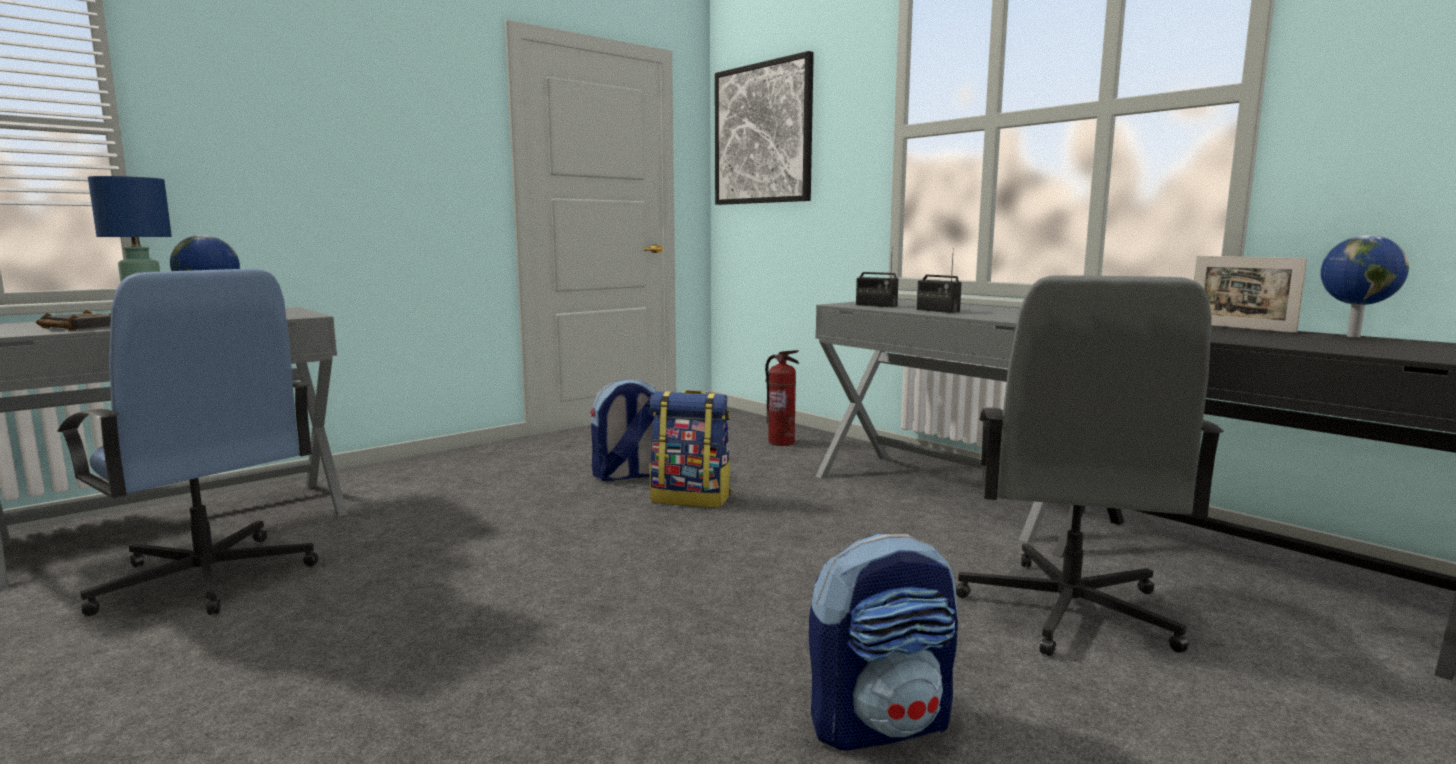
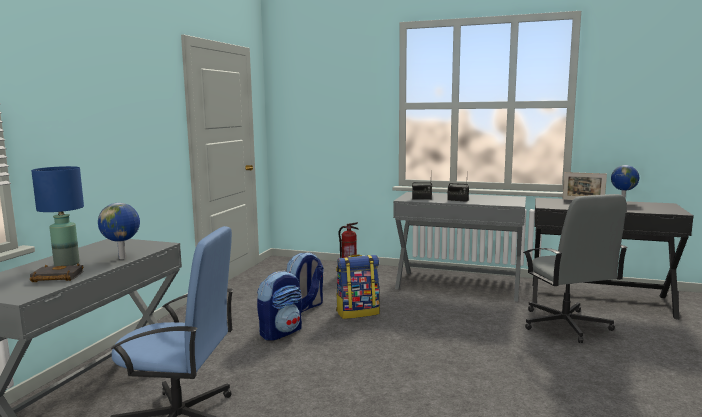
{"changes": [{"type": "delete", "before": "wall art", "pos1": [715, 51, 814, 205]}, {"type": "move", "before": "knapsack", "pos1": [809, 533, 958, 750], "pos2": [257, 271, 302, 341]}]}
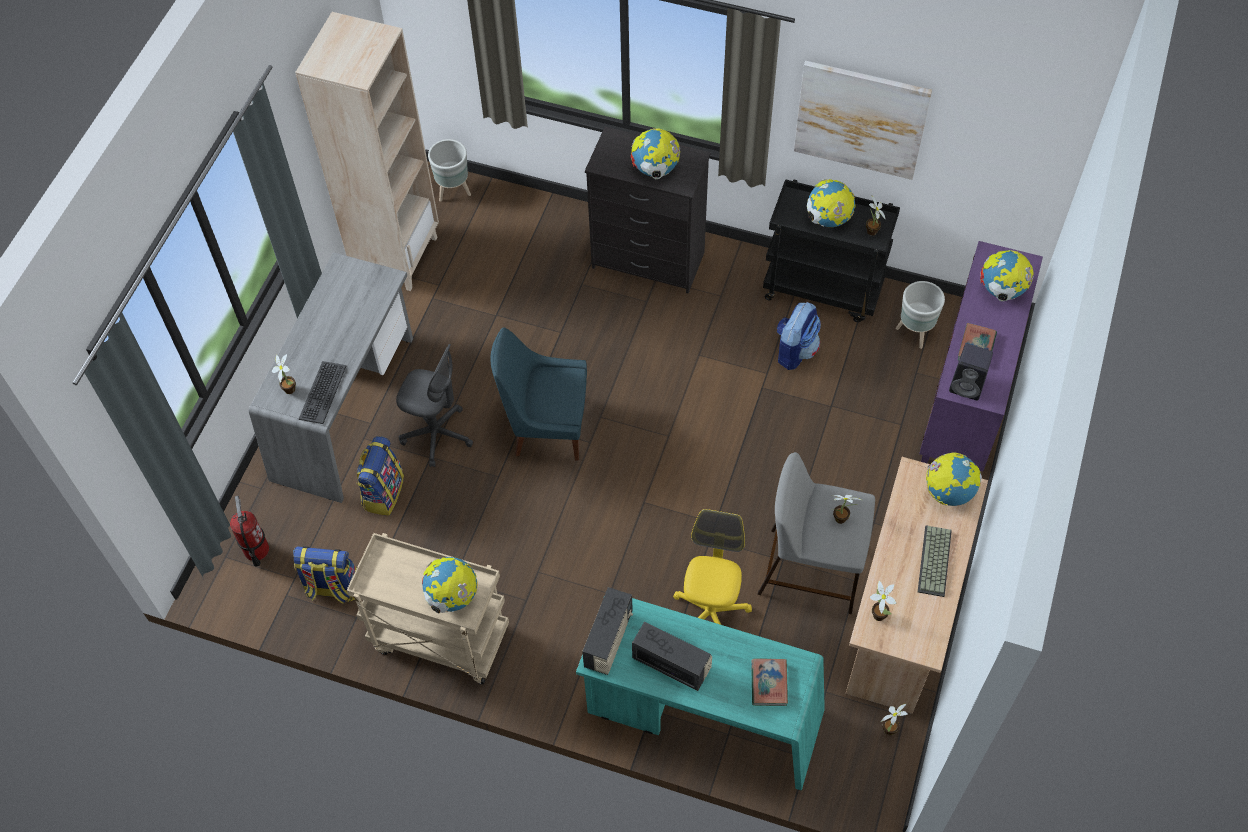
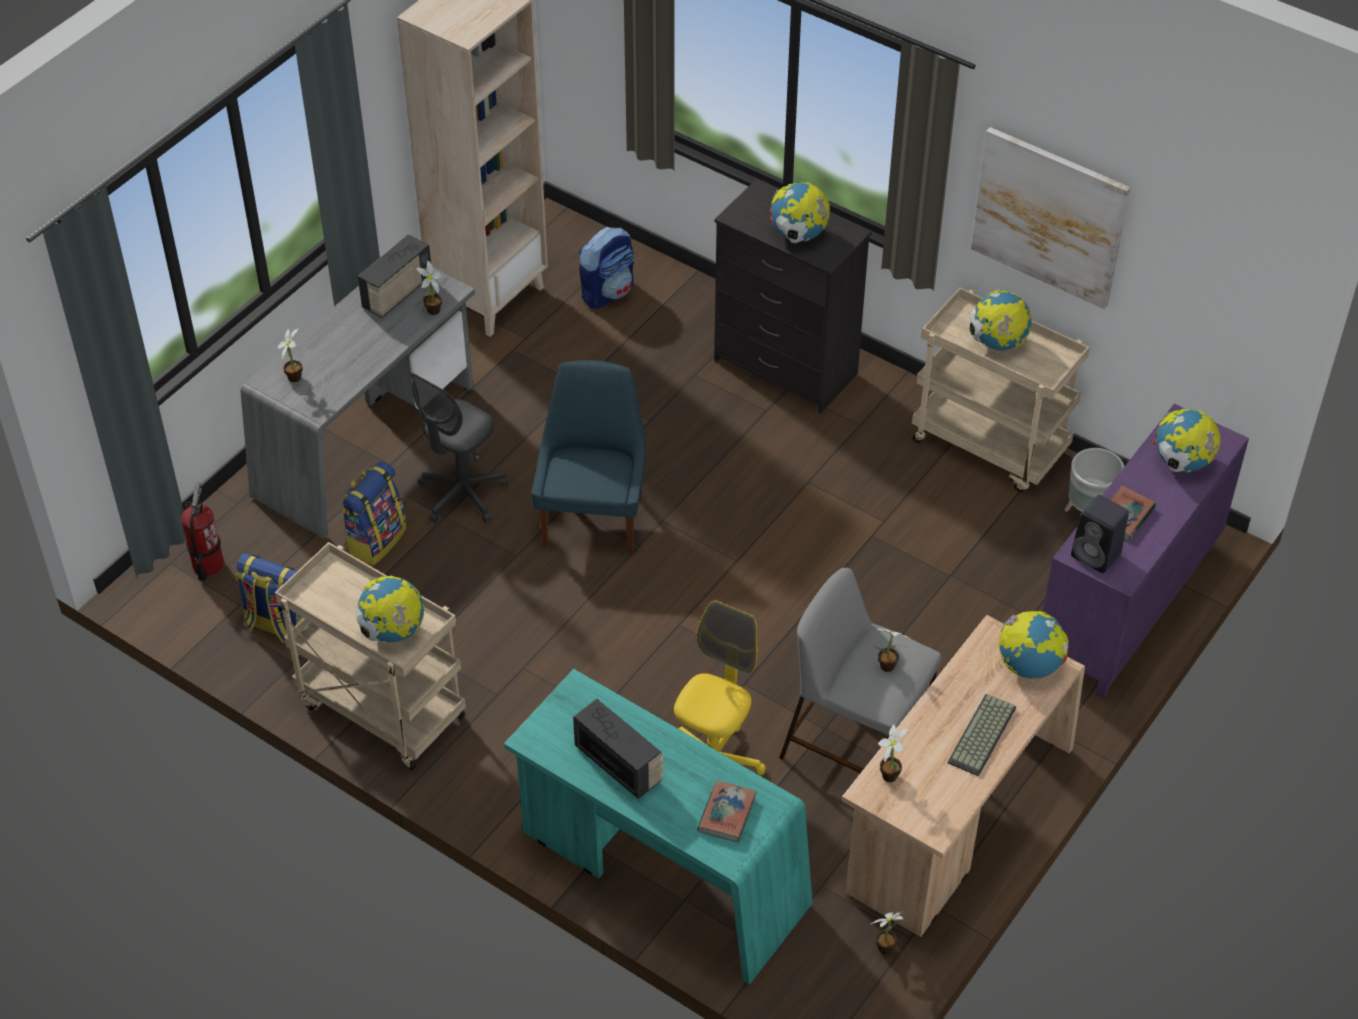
{"changes": [{"type": "delete", "before": "computer keyboard", "pos1": [299, 361, 346, 424]}, {"type": "rotate", "before": "grey desk chair", "pos1": [396, 344, 473, 467], "pos2": [410, 372, 508, 523], "turn": 90}, {"type": "delete", "before": "grey planter", "pos1": [428, 139, 471, 202]}, {"type": "rotate", "before": "blue upright chair", "pos1": [490, 328, 587, 461], "pos2": [531, 360, 646, 554], "turn": 75}, {"type": "move", "before": "radio", "pos1": [582, 587, 633, 675], "pos2": [358, 234, 431, 318]}, {"type": "recolor", "before": "blackish wheeled cart", "after": "beige wheeled cart", "pos1": [763, 179, 900, 323], "pos2": [912, 288, 1090, 492]}, {"type": "move", "before": "knapsack", "pos1": [776, 302, 821, 370], "pos2": [579, 227, 634, 308]}, {"type": "move", "before": "plant in a pot", "pos1": [866, 195, 886, 236], "pos2": [416, 261, 443, 315]}]}
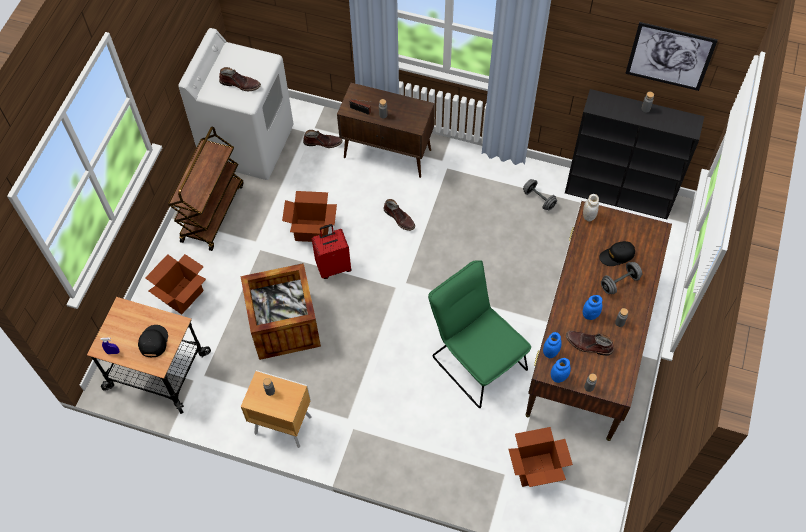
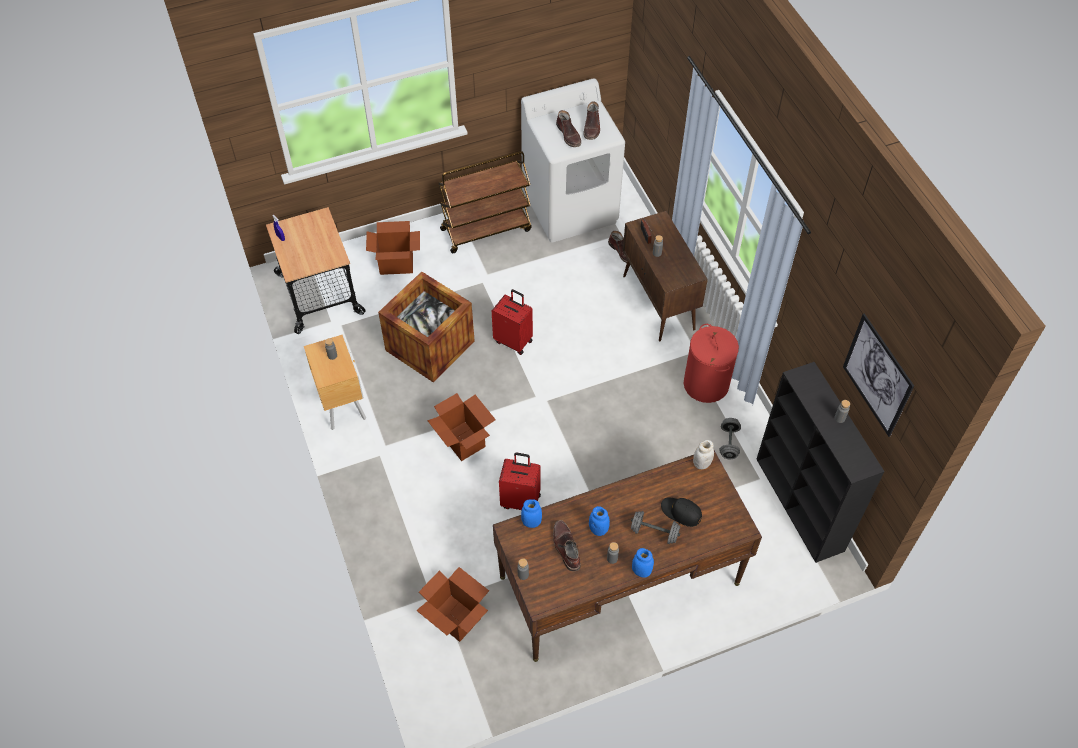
{"changes": [{"type": "delete", "before": "blackish baseball cap", "pos1": [138, 325, 168, 357]}, {"type": "move", "before": "packing box", "pos1": [282, 191, 337, 242], "pos2": [427, 393, 496, 461]}, {"type": "move", "before": "brown-coloured boot", "pos1": [383, 199, 415, 231], "pos2": [583, 101, 600, 140]}, {"type": "replace", "before": "green upright chair", "after": "red-coloured suitcase", "pos1": [428, 260, 531, 408], "pos2": [499, 453, 541, 510]}, {"type": "move", "before": "blue storage jar", "pos1": [551, 358, 571, 383], "pos2": [632, 548, 654, 578]}, {"type": "insert", "after": "red-coloured washing basket", "pos2": [684, 324, 739, 403]}]}
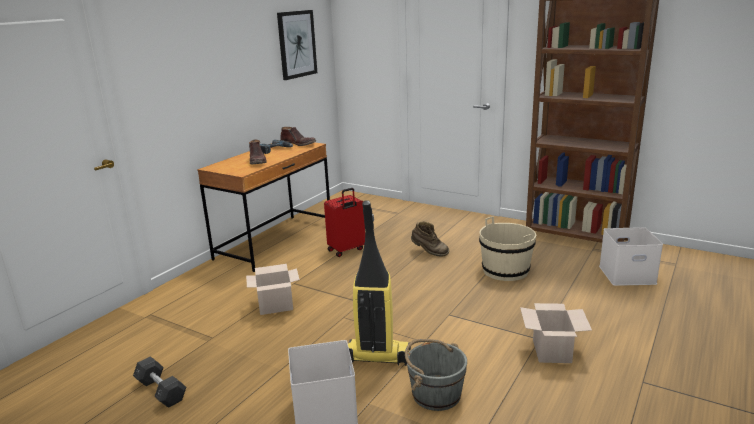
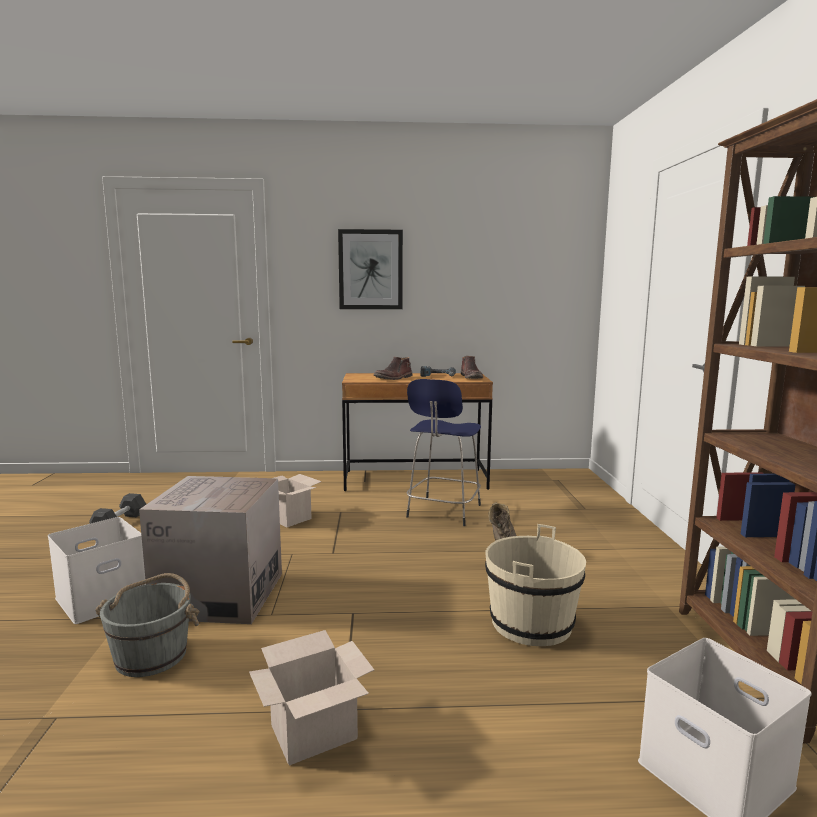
{"changes": [{"type": "move", "before": "wall art", "pos1": [277, 10, 317, 80], "pos2": [338, 229, 403, 309]}, {"type": "replace", "before": "red-coloured suitcase", "after": "blue sitting stool", "pos1": [324, 188, 365, 257], "pos2": [406, 379, 481, 526]}, {"type": "replace", "before": "hoover", "after": "packing box", "pos1": [348, 200, 411, 366], "pos2": [139, 476, 282, 624]}]}
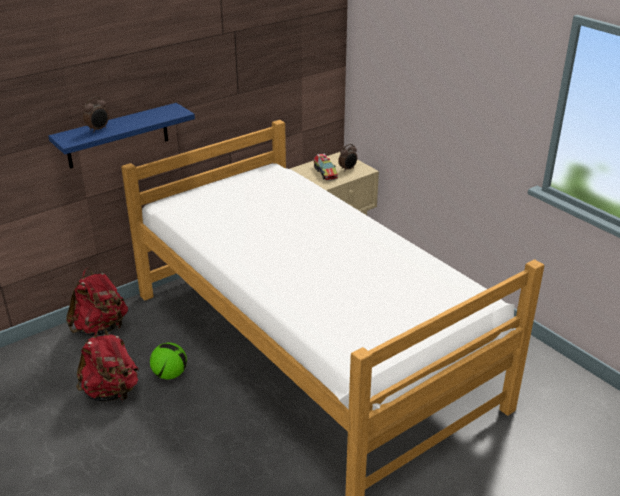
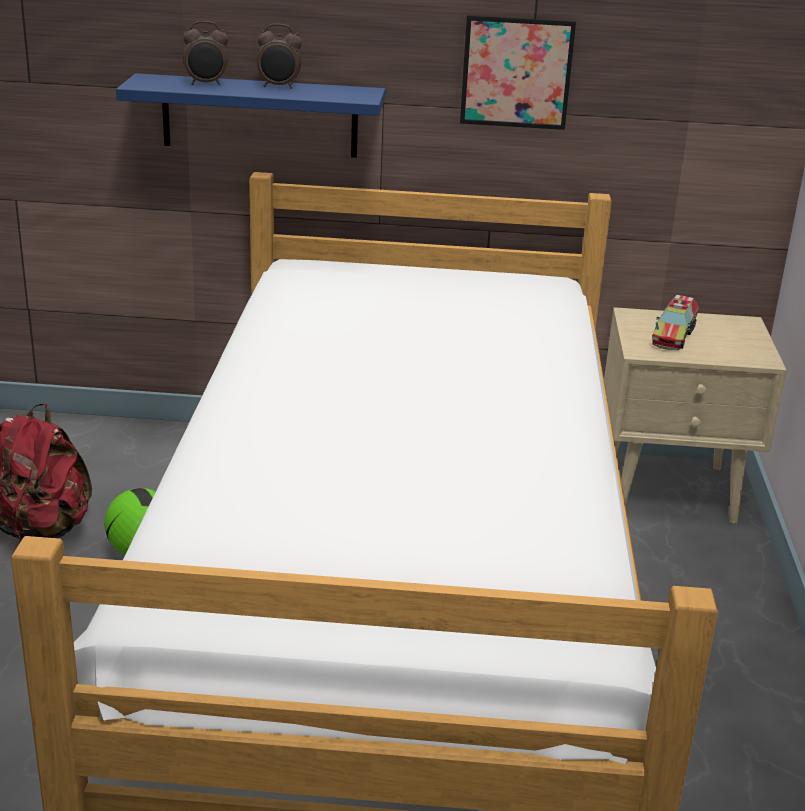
{"changes": [{"type": "delete", "before": "red-coloured knapsack", "pos1": [66, 268, 128, 336]}, {"type": "move", "before": "alarm clock", "pos1": [338, 144, 357, 172], "pos2": [257, 24, 302, 89]}, {"type": "insert", "after": "wall art", "pos2": [460, 15, 576, 130]}]}
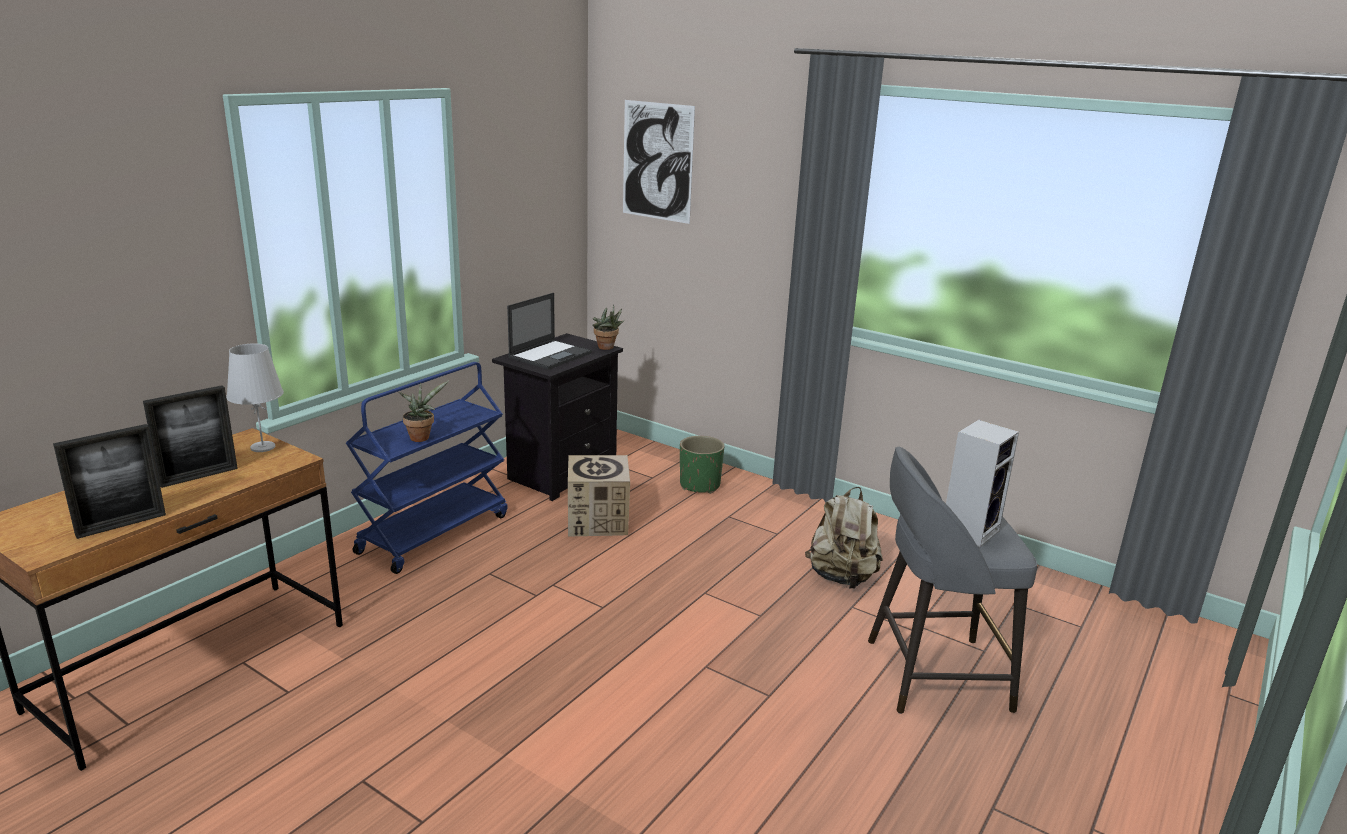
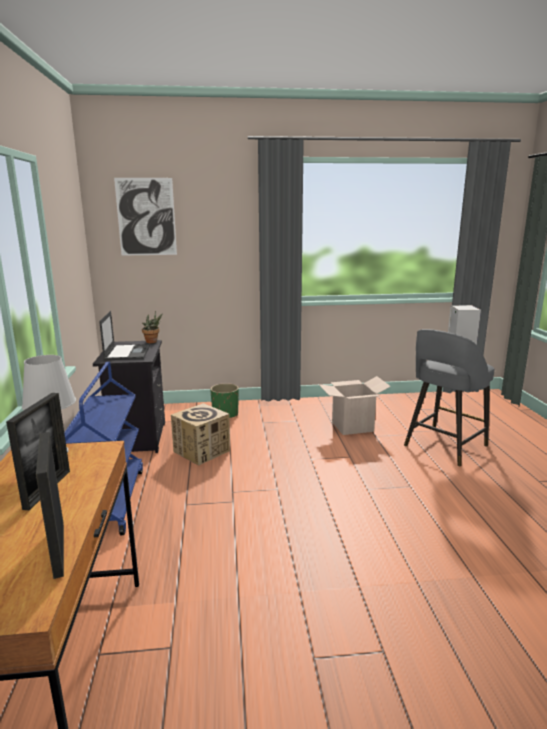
{"changes": [{"type": "rotate", "before": "photo frame", "pos1": [53, 424, 166, 539], "pos2": [36, 432, 64, 579], "turn": 150}, {"type": "delete", "before": "plant in a pot", "pos1": [398, 380, 449, 442]}, {"type": "replace", "before": "beige knapsack", "after": "packing box", "pos1": [805, 487, 883, 589], "pos2": [319, 376, 391, 435]}]}
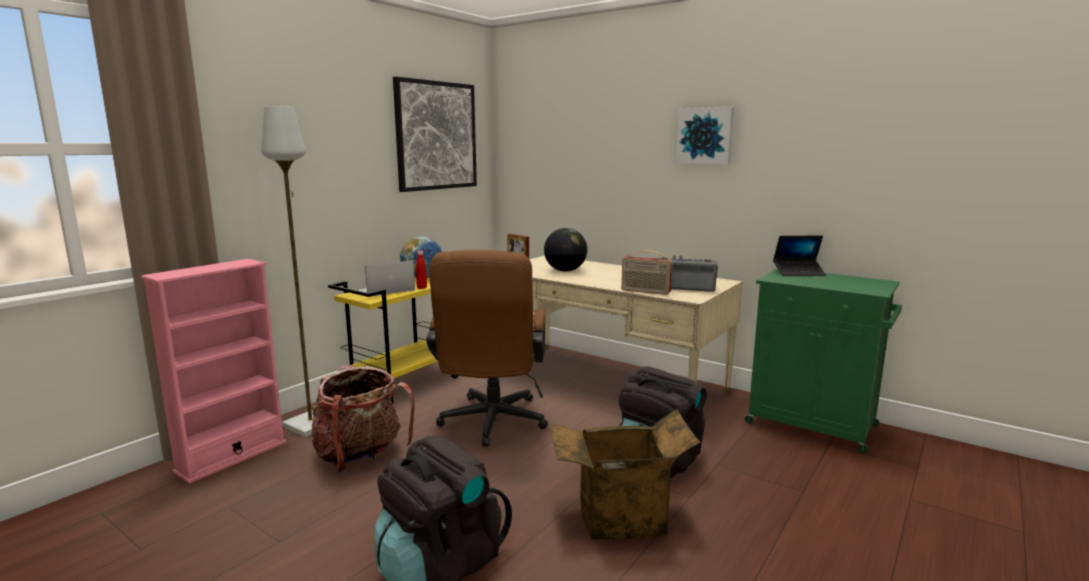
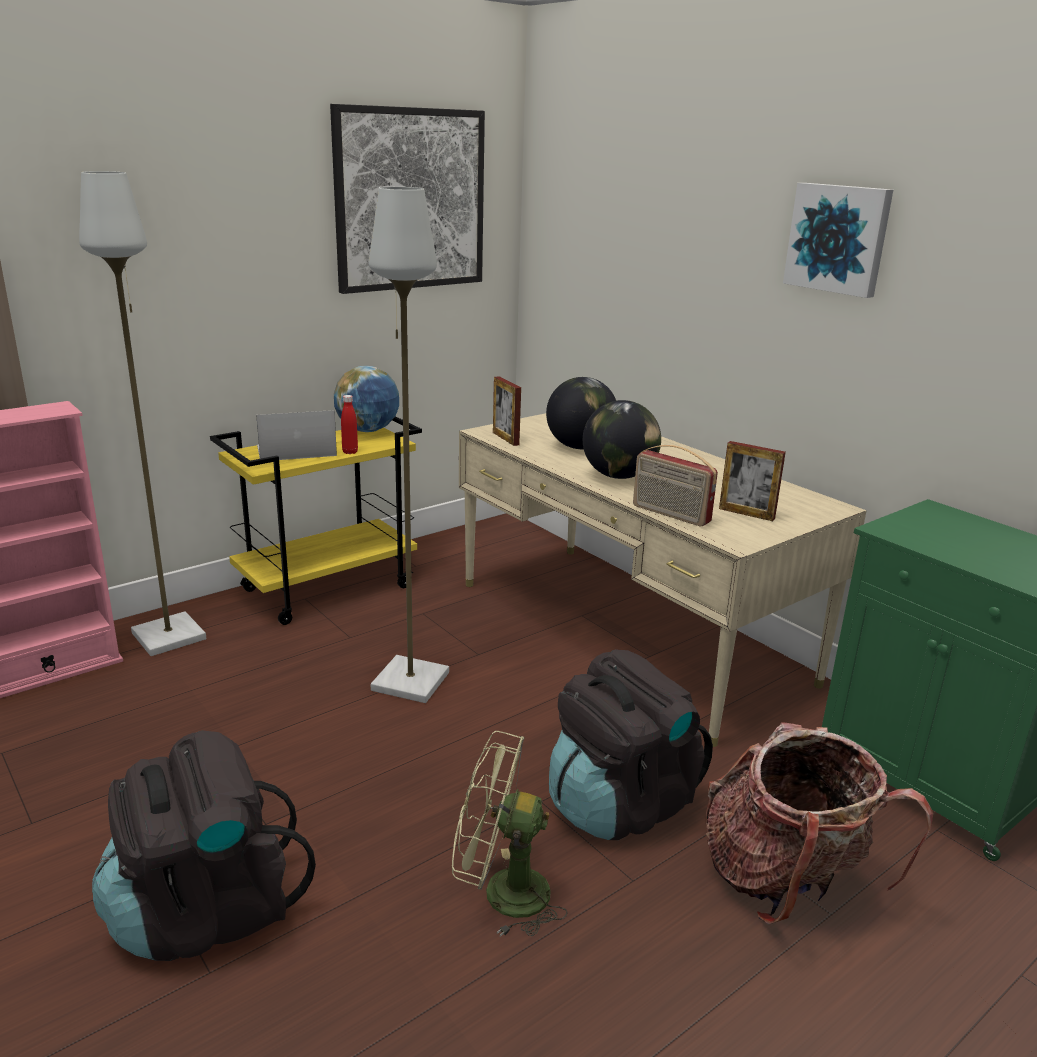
{"changes": [{"type": "move", "before": "knapsack", "pos1": [311, 365, 415, 472], "pos2": [706, 722, 933, 925]}, {"type": "replace", "before": "brown-coloured desk chair", "after": "grey standard lamp", "pos1": [426, 250, 548, 447], "pos2": [369, 187, 449, 703]}, {"type": "replace", "before": "packing box", "after": "green cooling fan", "pos1": [550, 409, 701, 539], "pos2": [452, 731, 568, 936]}, {"type": "replace", "before": "radio", "after": "photo frame", "pos1": [657, 255, 718, 292], "pos2": [719, 441, 786, 521]}, {"type": "delete", "before": "notebook computer", "pos1": [773, 236, 826, 276]}, {"type": "insert", "after": "desk globe", "pos2": [583, 400, 661, 479]}]}
